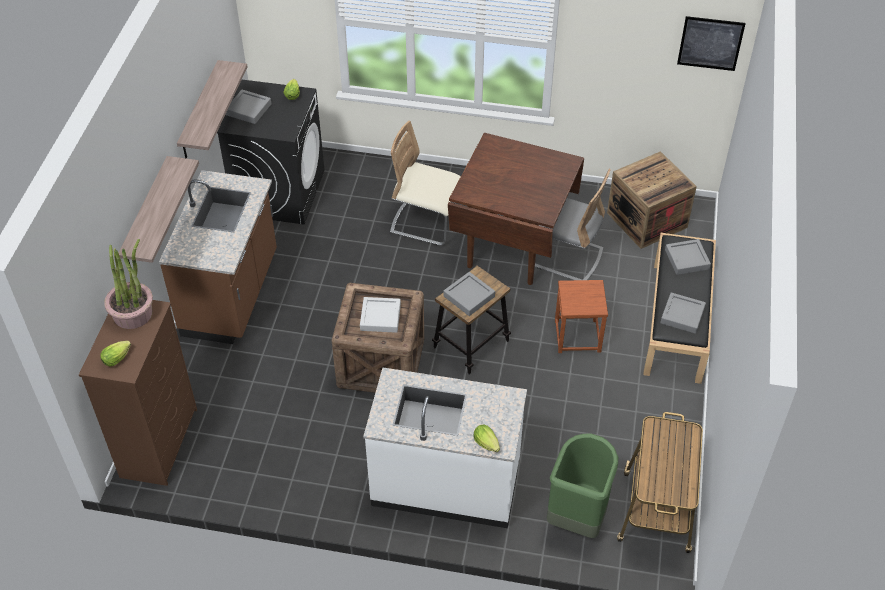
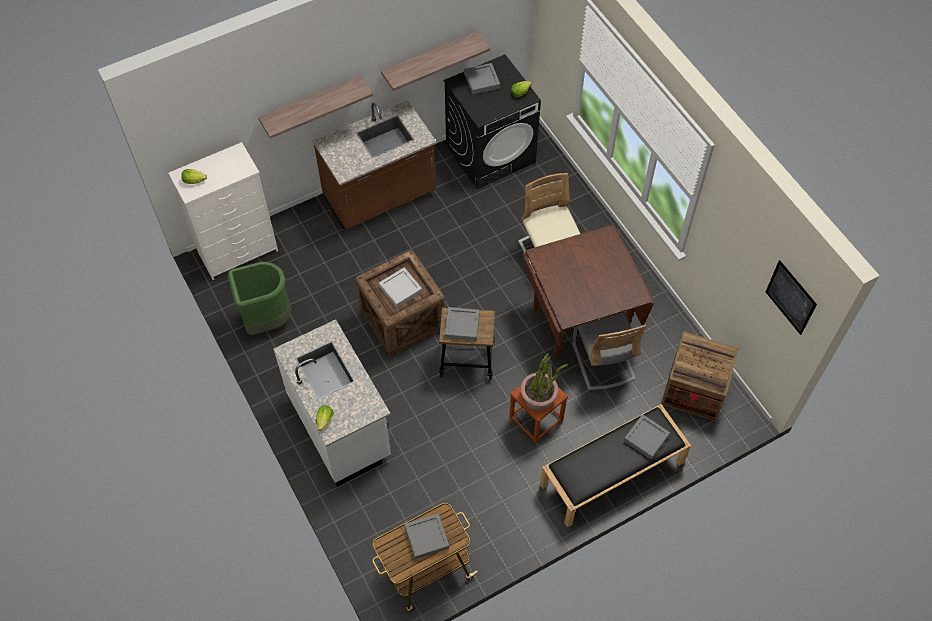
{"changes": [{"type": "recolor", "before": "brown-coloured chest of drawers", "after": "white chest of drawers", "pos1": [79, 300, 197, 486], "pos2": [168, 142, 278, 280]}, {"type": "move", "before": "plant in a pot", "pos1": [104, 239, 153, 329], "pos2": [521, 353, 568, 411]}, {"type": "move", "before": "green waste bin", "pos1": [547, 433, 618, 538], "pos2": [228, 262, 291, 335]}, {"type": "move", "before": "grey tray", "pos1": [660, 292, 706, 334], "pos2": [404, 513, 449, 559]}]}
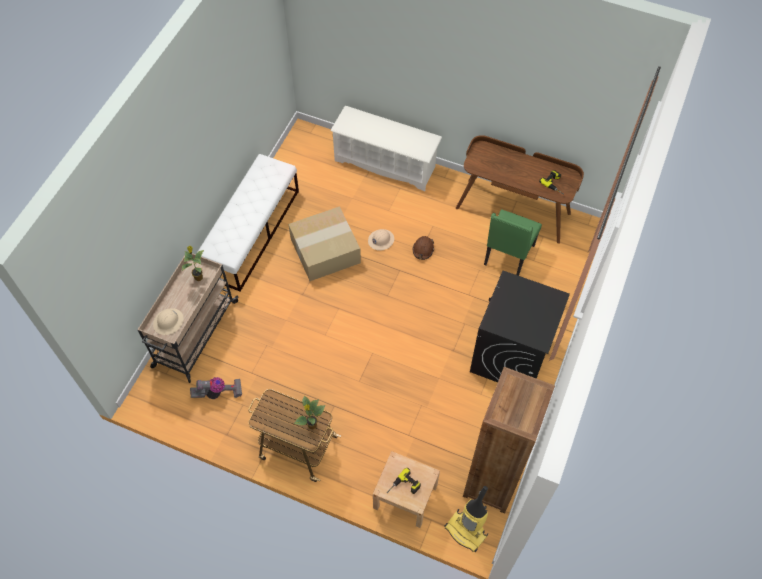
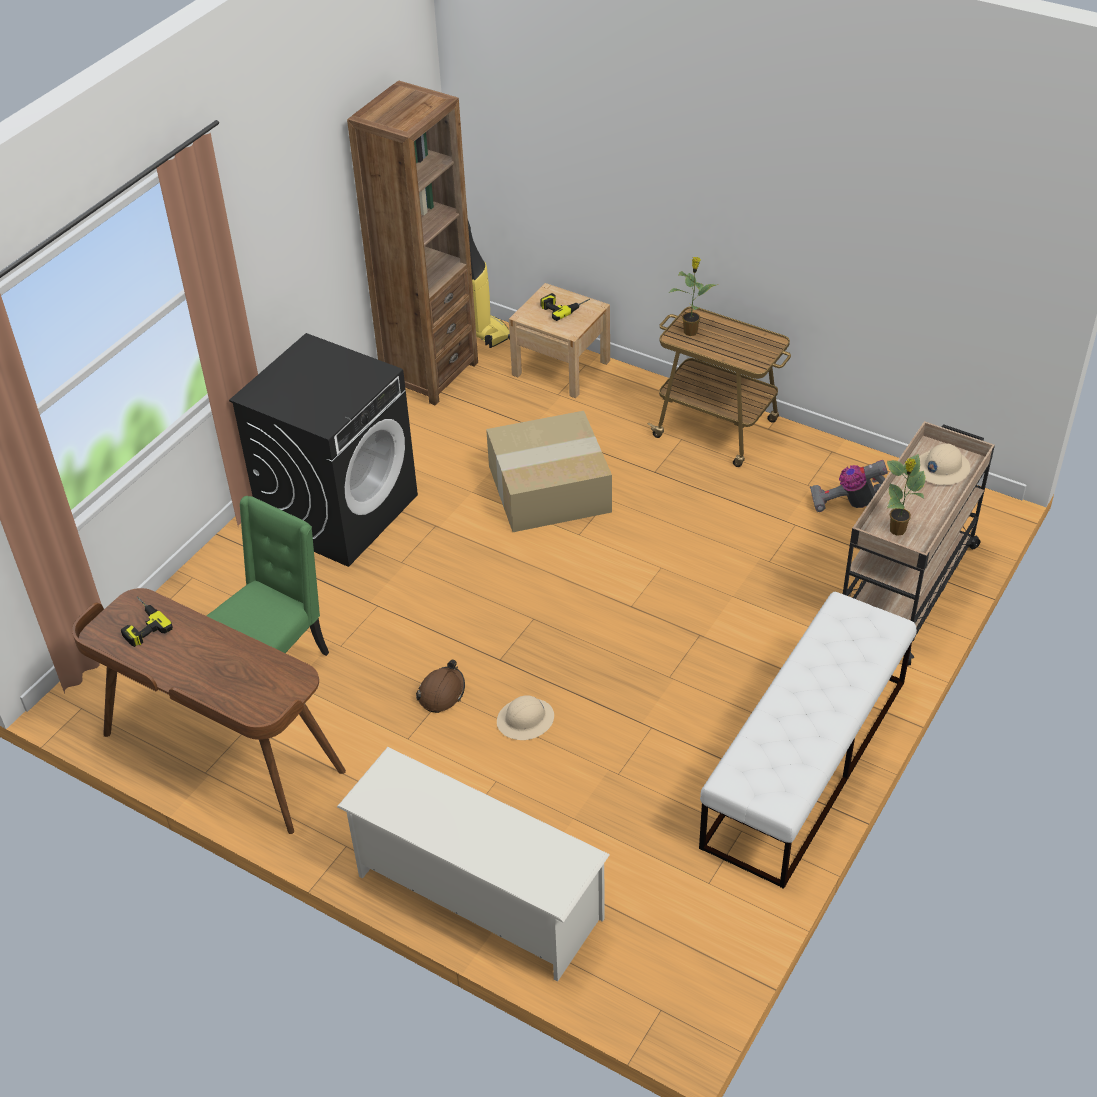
{"changes": [{"type": "move", "before": "packing box", "pos1": [288, 206, 361, 281], "pos2": [486, 411, 612, 532]}]}
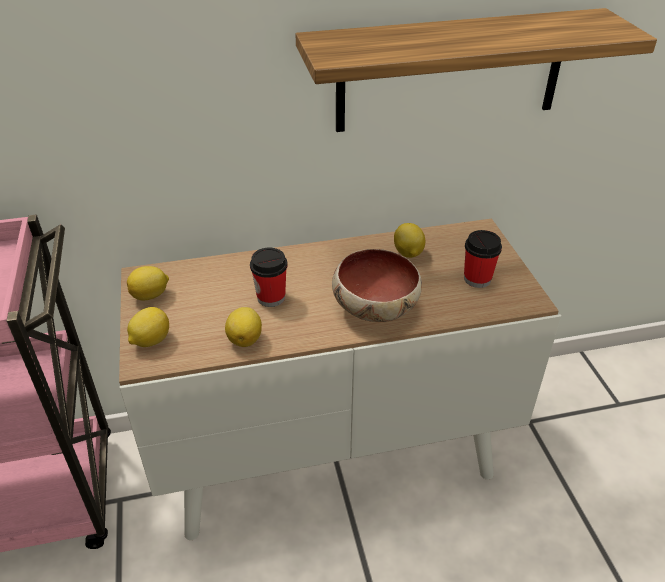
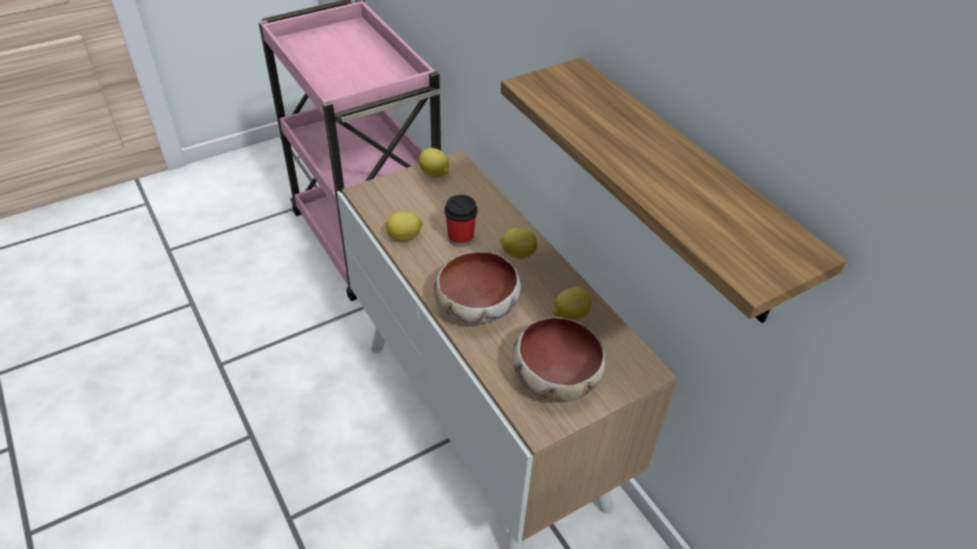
{"changes": [{"type": "move", "before": "lemon", "pos1": [127, 307, 169, 347], "pos2": [500, 228, 537, 259]}, {"type": "replace", "before": "small cup", "after": "bowl", "pos1": [464, 230, 502, 288], "pos2": [512, 317, 606, 402]}]}
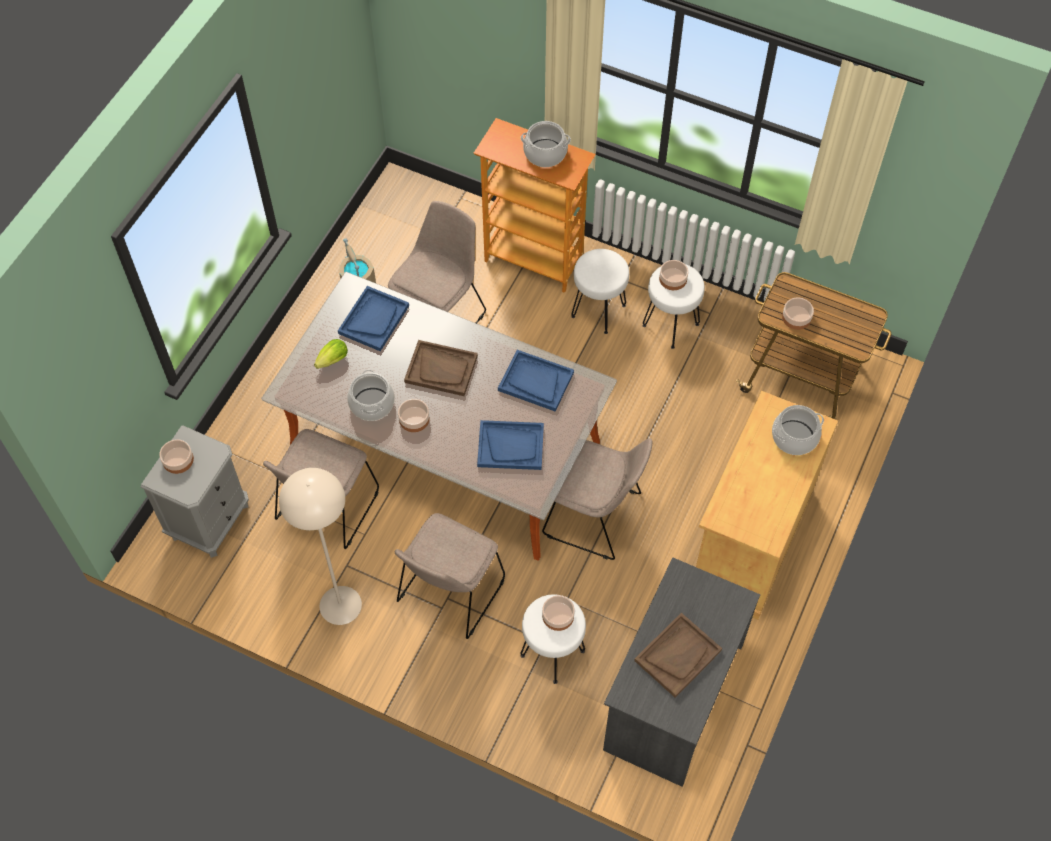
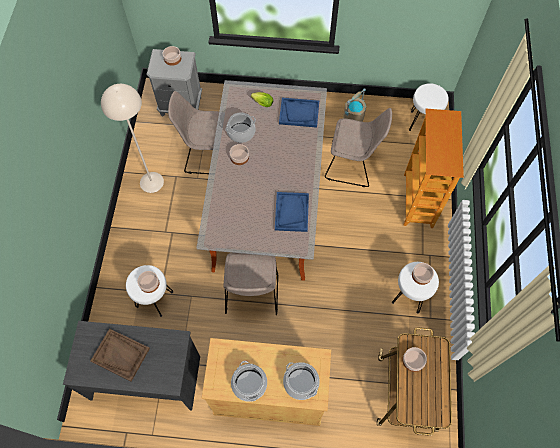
{"changes": [{"type": "delete", "before": "beige upright chair", "pos1": [395, 513, 505, 639]}, {"type": "delete", "before": "brown-coloured tray", "pos1": [404, 340, 478, 396]}, {"type": "delete", "before": "blue tray", "pos1": [477, 420, 544, 470]}, {"type": "move", "before": "stockpot", "pos1": [521, 121, 571, 167], "pos2": [231, 361, 267, 401]}, {"type": "move", "before": "white sitting stool", "pos1": [571, 249, 629, 334], "pos2": [409, 83, 449, 131]}]}
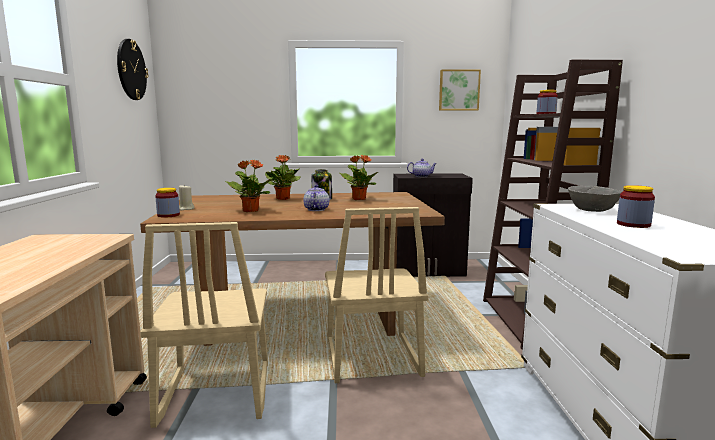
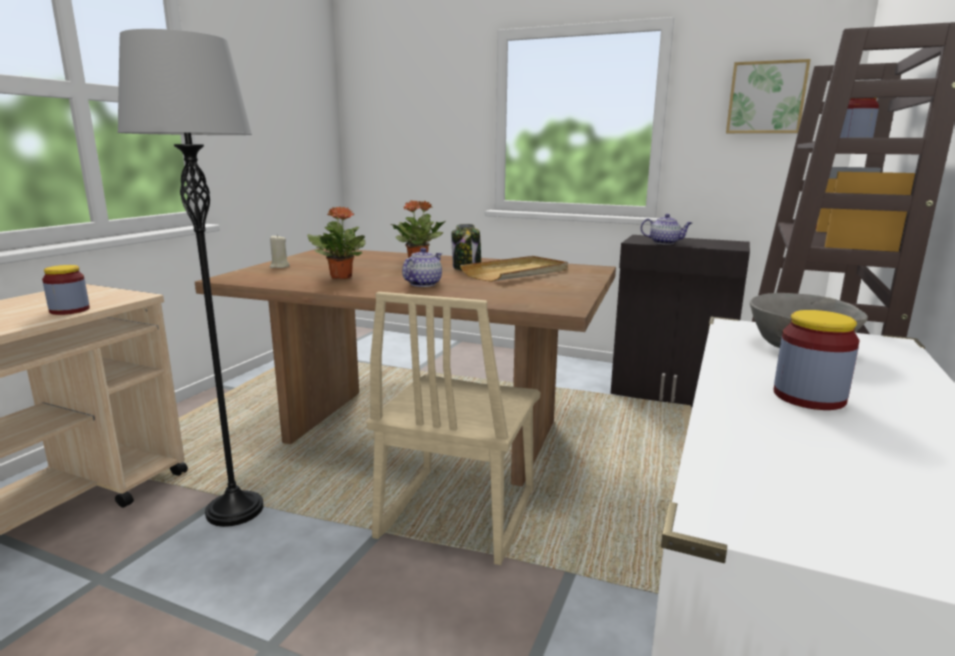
{"changes": [{"type": "delete", "before": "hanging clock", "pos1": [117, 39, 148, 100]}, {"type": "replace", "before": "beige upright chair", "after": "grey standard lamp", "pos1": [140, 222, 268, 428], "pos2": [118, 29, 263, 527]}, {"type": "move", "before": "storage jar", "pos1": [155, 188, 180, 218], "pos2": [42, 265, 90, 315]}, {"type": "replace", "before": "plant in a pot", "after": "beige tray", "pos1": [339, 155, 378, 200], "pos2": [460, 256, 568, 282]}]}
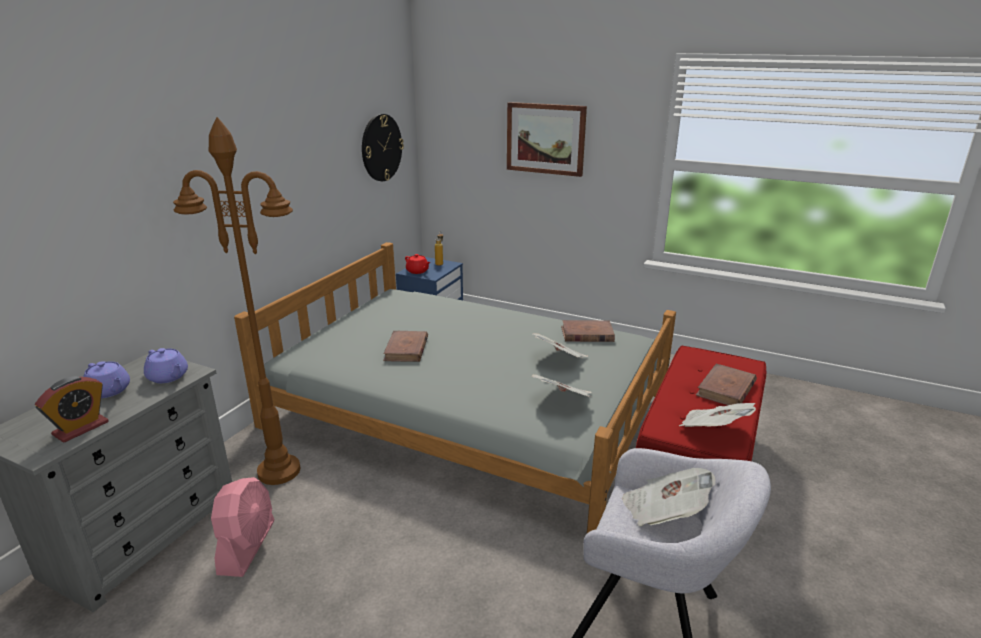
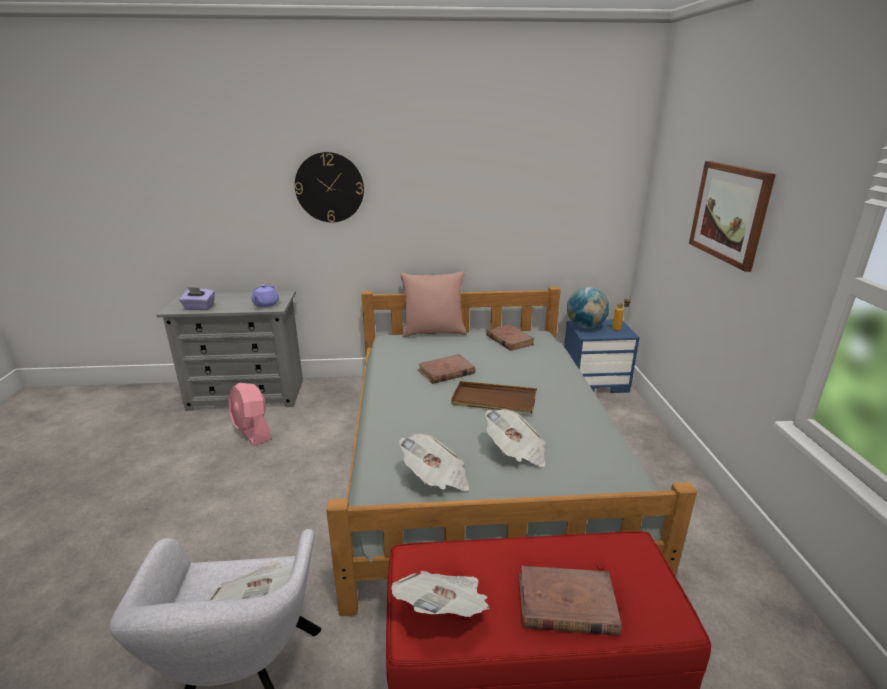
{"changes": [{"type": "replace", "before": "alarm clock", "after": "purplish box of tissues", "pos1": [35, 376, 109, 443], "pos2": [179, 287, 215, 310]}, {"type": "delete", "before": "purplish tea pot", "pos1": [83, 361, 130, 398]}, {"type": "delete", "before": "brown-coloured standard lamp", "pos1": [173, 117, 300, 485]}, {"type": "rotate", "before": "pink cooling fan", "pos1": [211, 477, 274, 577], "pos2": [228, 383, 272, 446], "turn": 75}, {"type": "move", "before": "hanging clock", "pos1": [362, 114, 404, 181], "pos2": [295, 152, 364, 222]}, {"type": "replace", "before": "red-coloured tea pot", "after": "desk globe", "pos1": [405, 254, 430, 274], "pos2": [567, 287, 610, 328]}, {"type": "move", "before": "brown-coloured book", "pos1": [561, 320, 615, 342], "pos2": [486, 325, 535, 351]}, {"type": "insert", "after": "pink cushion", "pos2": [400, 272, 467, 337]}, {"type": "insert", "after": "brown-coloured tray", "pos2": [451, 381, 537, 413]}]}
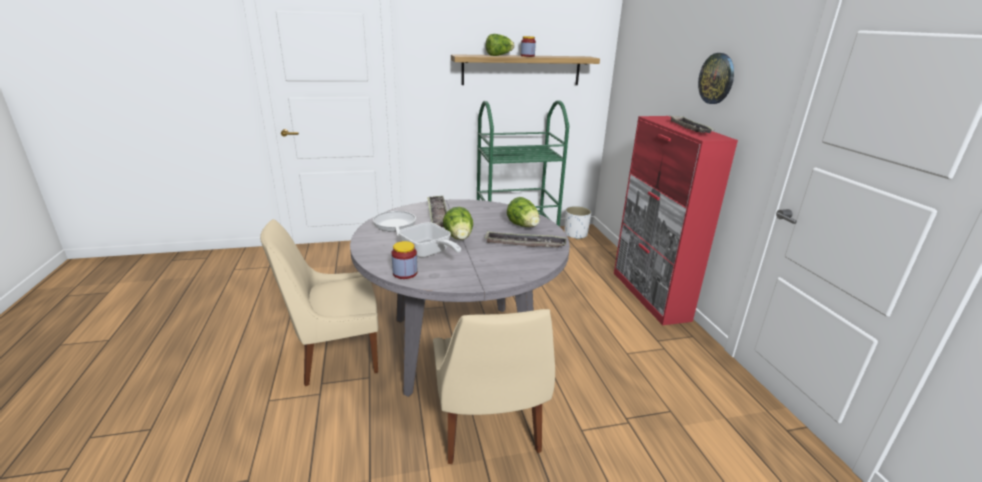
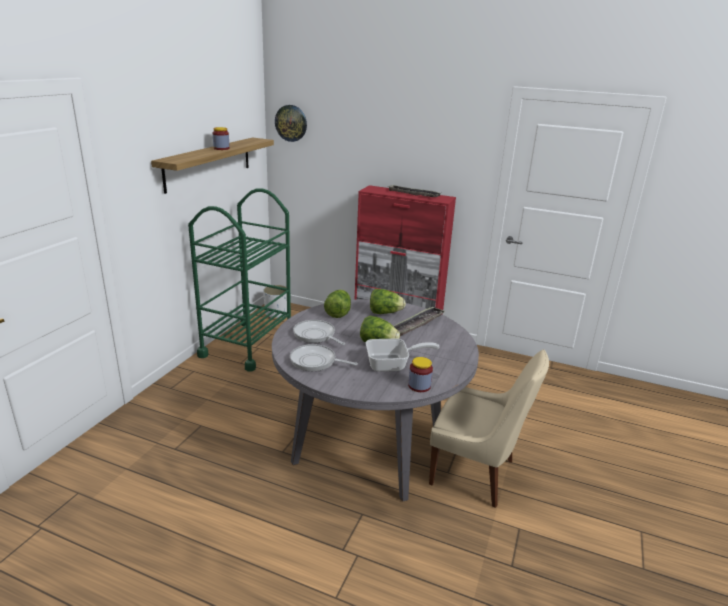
{"changes": [{"type": "delete", "before": "beige upright chair", "pos1": [260, 219, 378, 386]}, {"type": "replace", "before": "tray", "after": "frying pan", "pos1": [427, 196, 447, 227], "pos2": [293, 320, 345, 345]}, {"type": "move", "before": "head of lettuce", "pos1": [485, 34, 514, 56], "pos2": [324, 290, 351, 318]}, {"type": "move", "before": "hanging clock", "pos1": [698, 53, 734, 104], "pos2": [275, 105, 307, 142]}]}
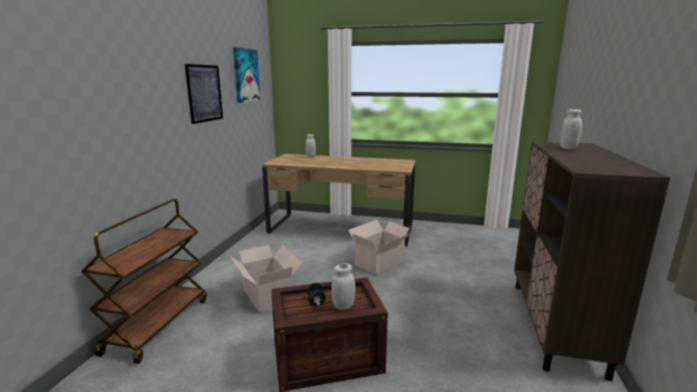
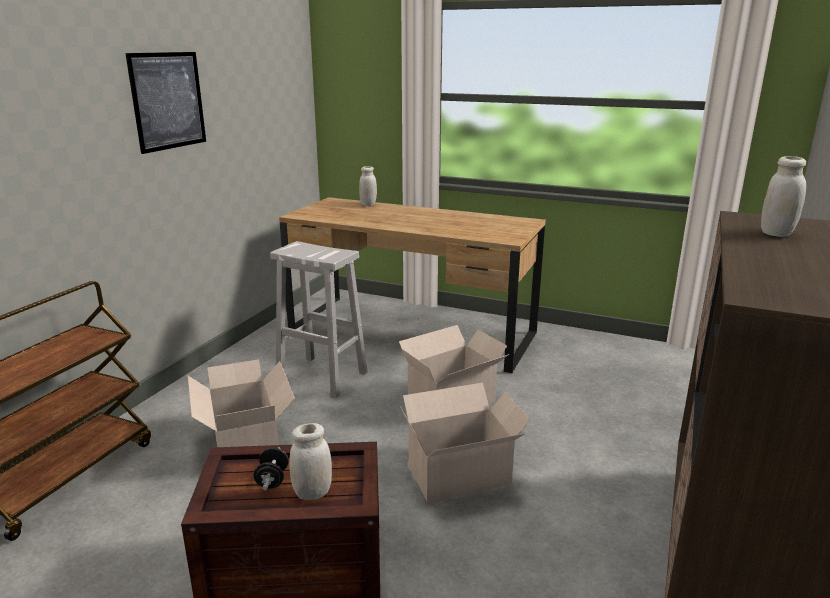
{"changes": [{"type": "delete", "before": "wall art", "pos1": [233, 47, 260, 103]}, {"type": "insert", "after": "white sitting stool", "pos2": [270, 241, 368, 398]}, {"type": "insert", "after": "packing box", "pos2": [400, 383, 530, 502]}]}
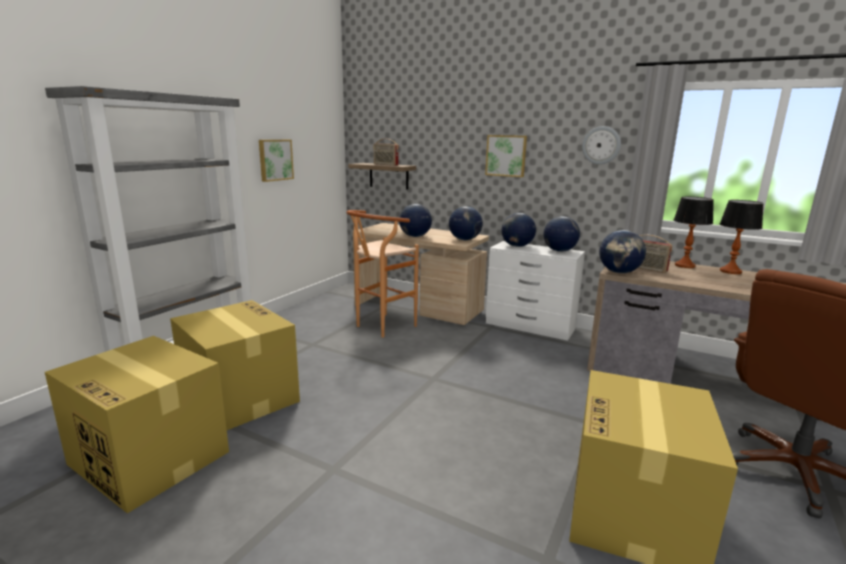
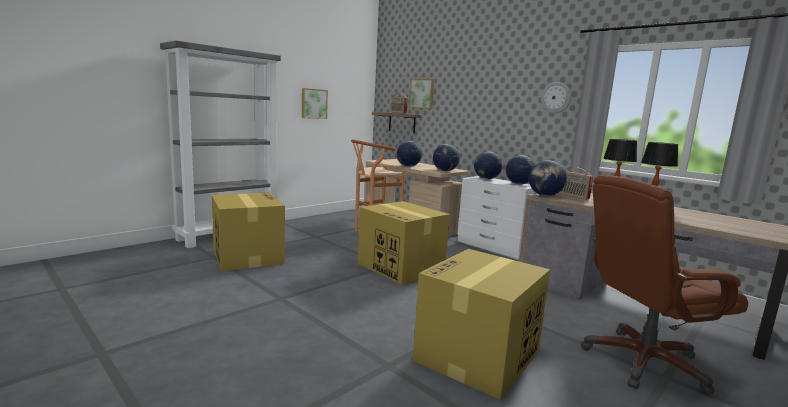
{"changes": [{"type": "move", "before": "packing box", "pos1": [45, 336, 229, 513], "pos2": [358, 201, 450, 285]}, {"type": "move", "before": "wall art", "pos1": [485, 135, 527, 177], "pos2": [409, 79, 435, 109]}]}
